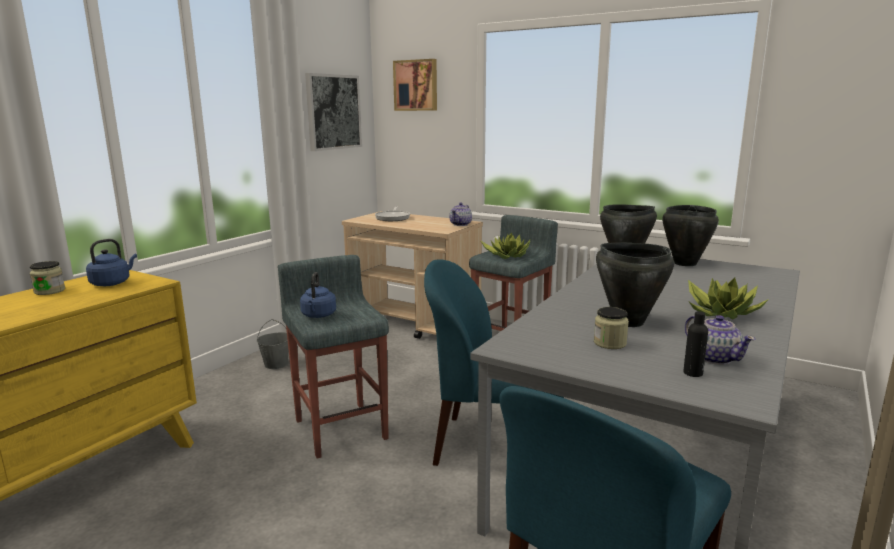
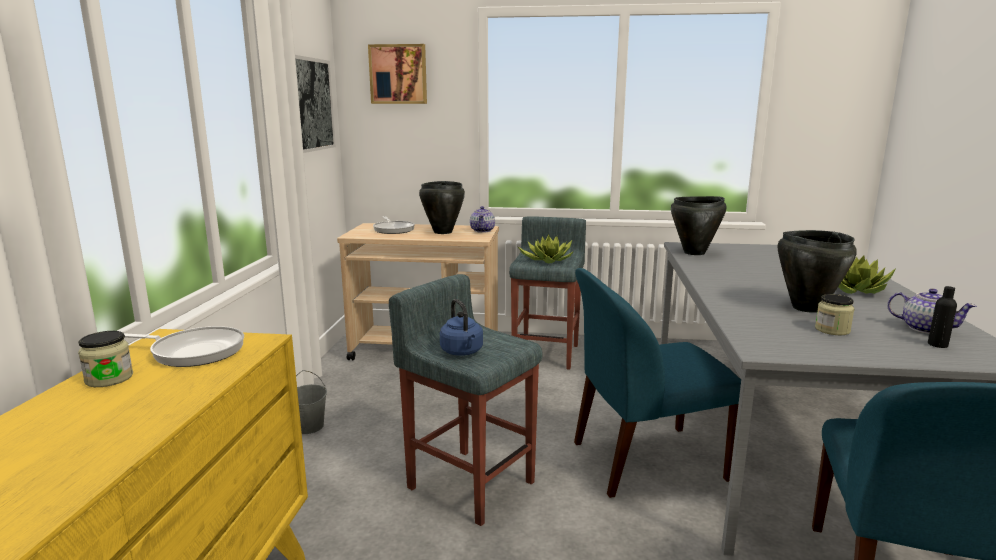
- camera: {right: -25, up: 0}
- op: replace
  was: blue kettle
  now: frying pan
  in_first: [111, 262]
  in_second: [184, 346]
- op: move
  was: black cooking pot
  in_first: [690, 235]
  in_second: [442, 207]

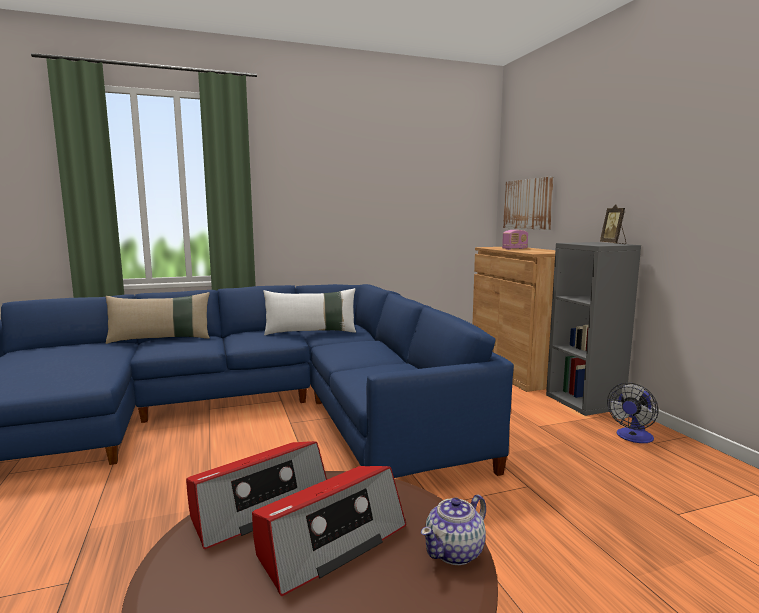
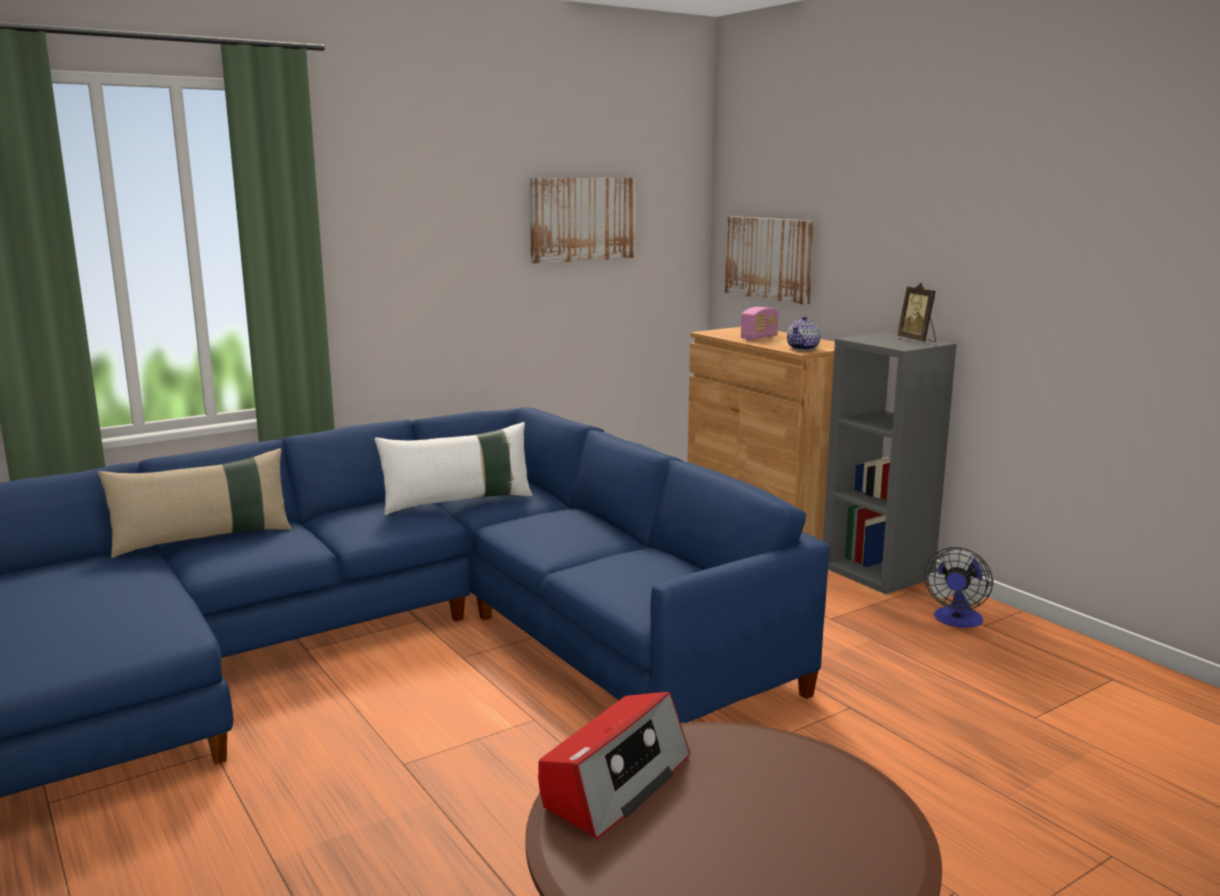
- camera: {right: -15, up: 5}
- op: insert
  now: picture
  in_second: [582, 221]
- op: move
  was: teapot
  in_first: [453, 530]
  in_second: [804, 333]
- op: delete
  was: radio
  in_first: [329, 531]

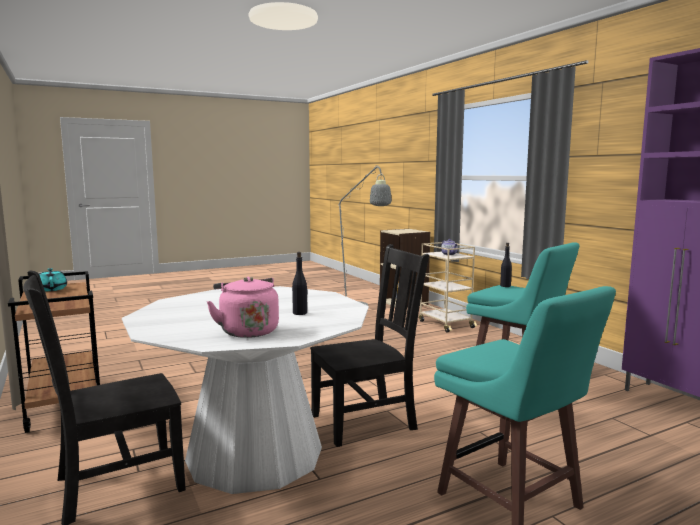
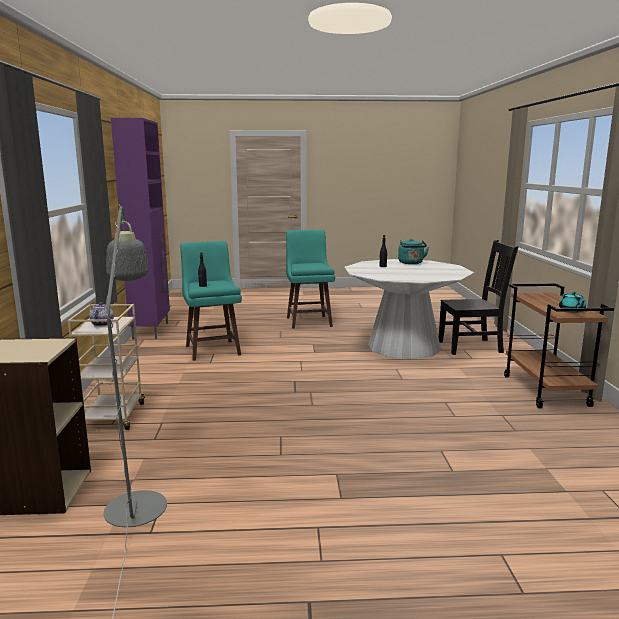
- camera: {right: -155, up: 5}
- op: recolor
  was: pink kettle
  now: turquoise kettle
  in_first: [243, 307]
  in_second: [413, 251]
- op: delete
  was: black chair
  in_first: [369, 345]

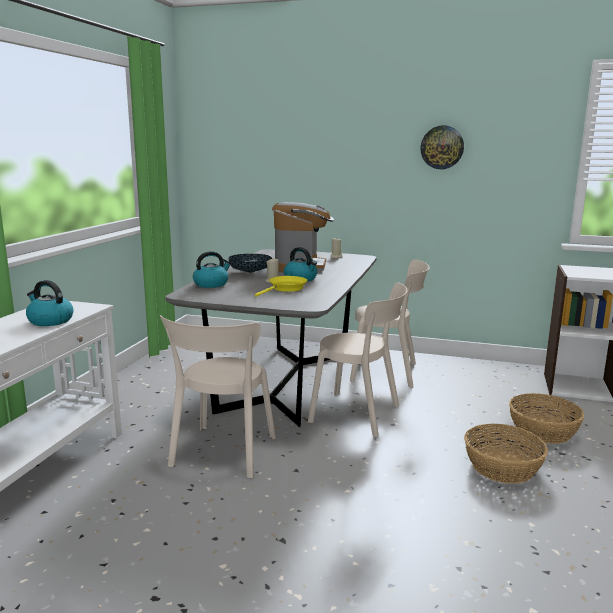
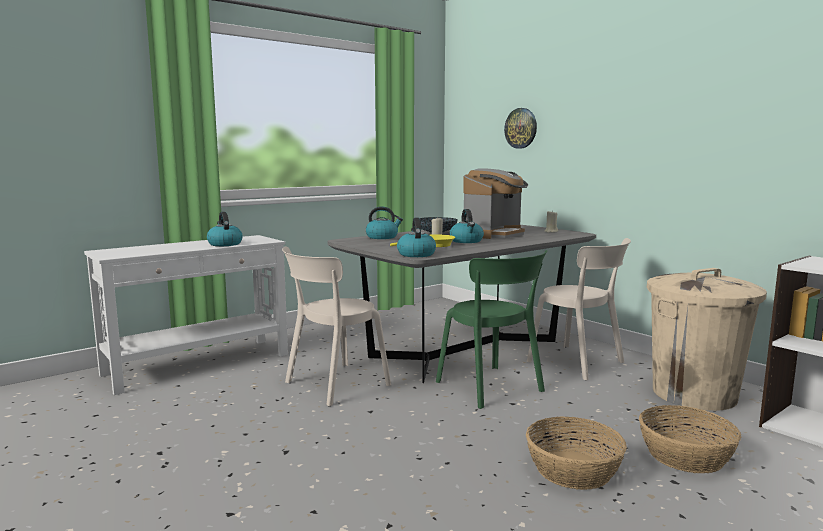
- camera: {right: 35, up: -5}
- op: insert
  now: kettle
  in_second: [416, 237]
- op: recolor
  was: beige chair
  now: green chair
  in_first: [358, 360]
  in_second: [491, 329]
- op: move
  was: wall clock
  in_first: [442, 147]
  in_second: [520, 128]
- op: insert
  now: beige trash can
  in_second: [707, 339]

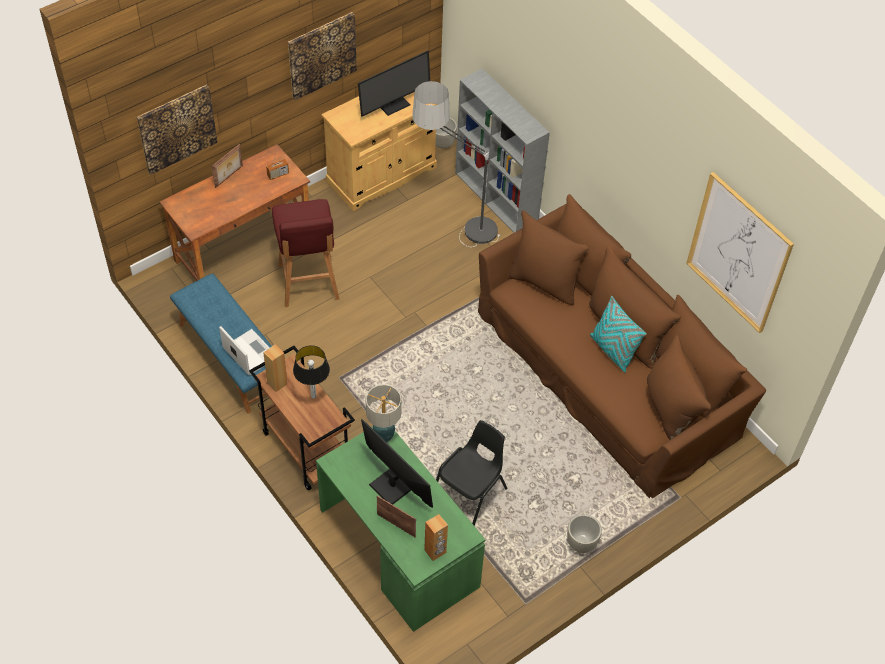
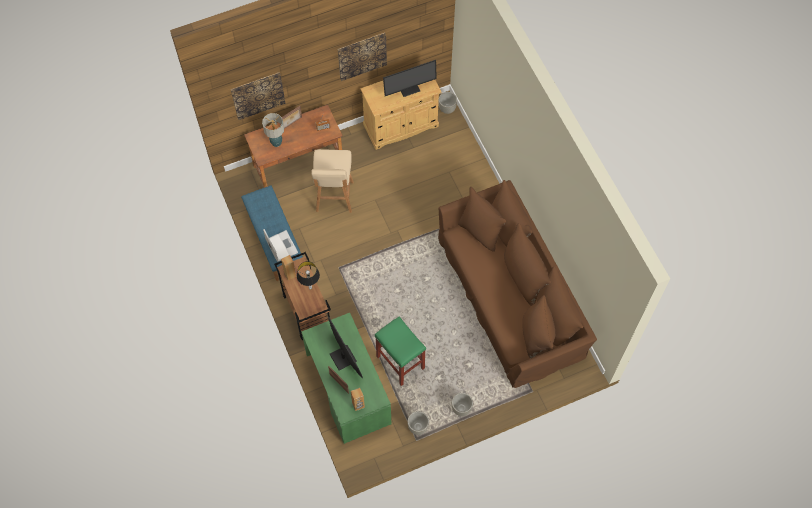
- camera: {right: 15, up: 10}
- op: move
  was: table lamp
  in_first: [384, 413]
  in_second: [273, 130]
- op: recolor
  was: red stool
  now: beige stool
  in_first: [305, 253]
  in_second: [332, 181]
- op: replace
  was: black chair
  now: green stool
  in_first: [472, 473]
  in_second: [400, 351]
- op: insert
  now: grey planter
  in_second: [418, 423]
- op: delete
  was: floor lamp
  in_first: [456, 164]
- op: delete
  was: grey bookcase
  in_first: [502, 151]
- op: delete
  was: turquoise pillow
  in_first: [618, 334]
- op: delete
  was: picture
  in_first: [740, 252]

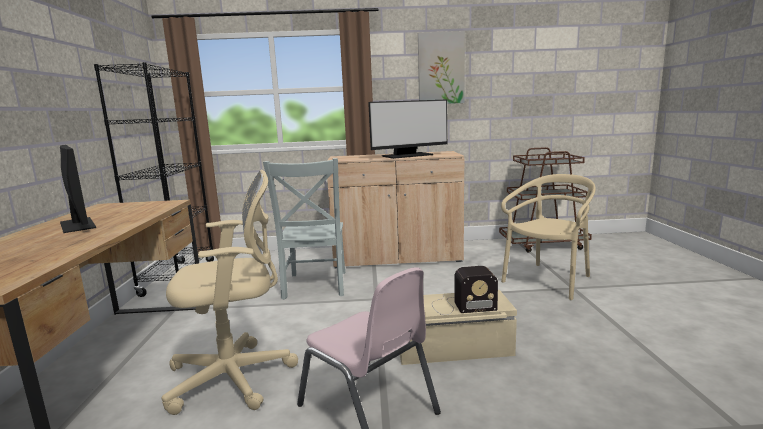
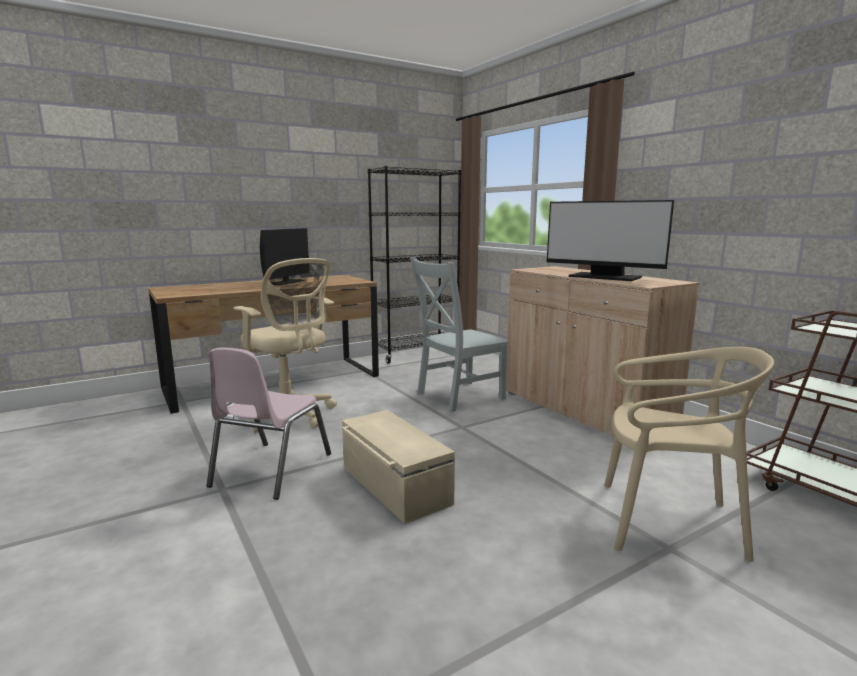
- camera: {right: 60, up: 0}
- op: delete
  was: picture
  in_first: [441, 67]
- op: delete
  was: radio
  in_first: [465, 290]

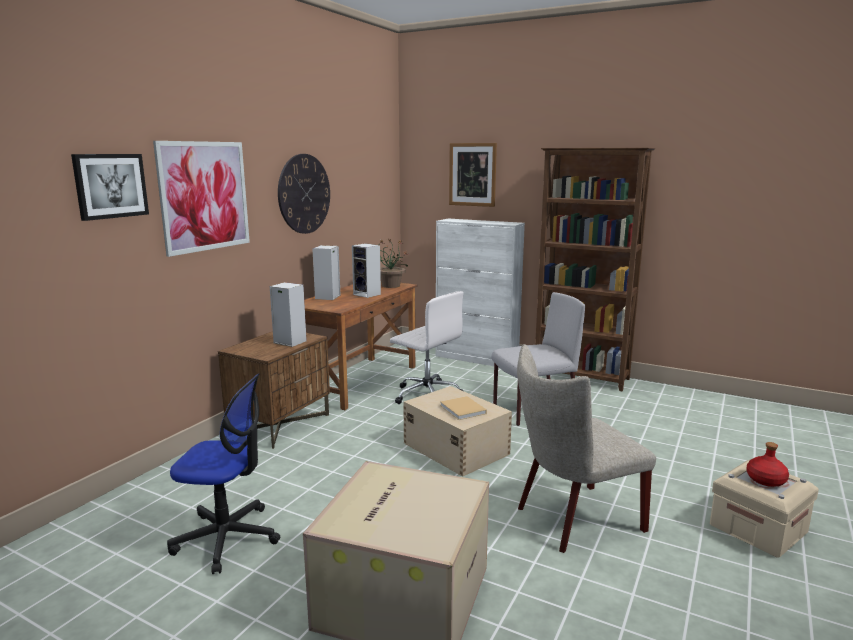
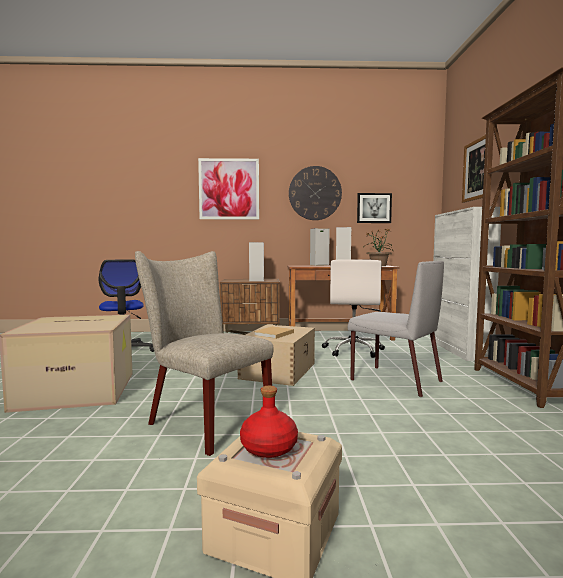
- camera: {right: 60, up: -10}
- op: move
  was: picture
  in_first: [110, 187]
  in_second: [374, 208]

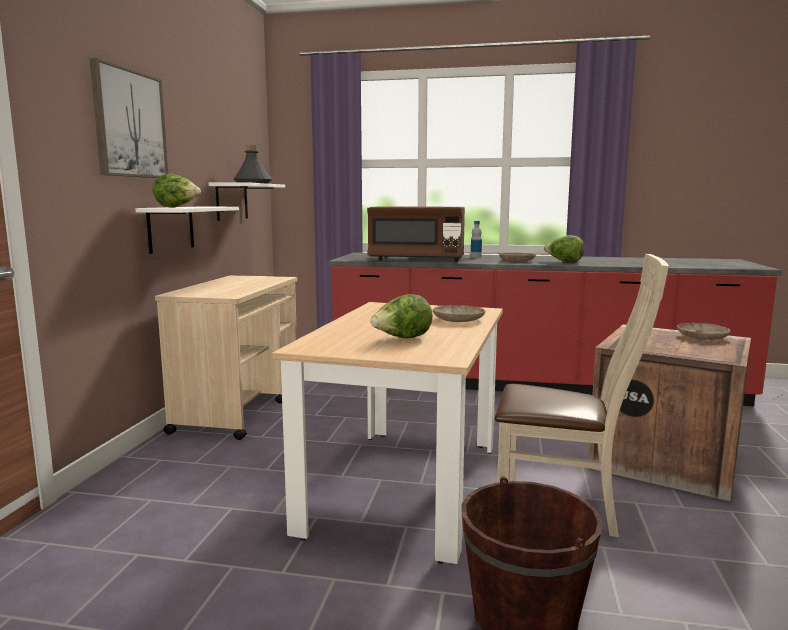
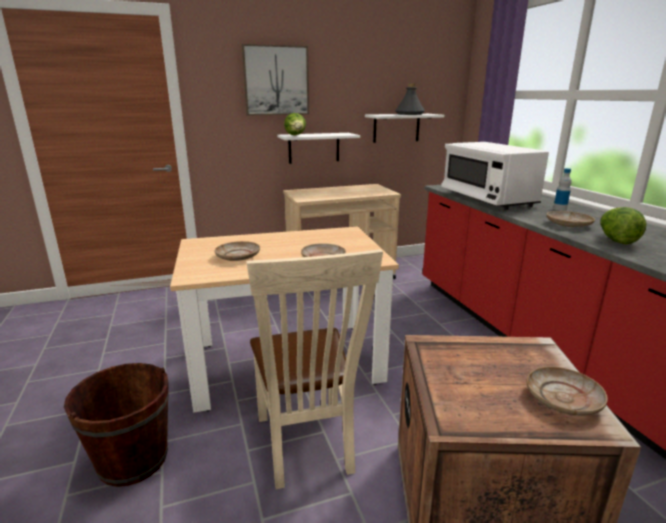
- camera: {right: 60, up: 10}
- op: replace
  was: lettuce
  now: beige plate
  in_first: [401, 316]
  in_second: [237, 251]
- op: recolor
  was: brown microwave
  now: white microwave
  in_first: [416, 234]
  in_second: [495, 176]

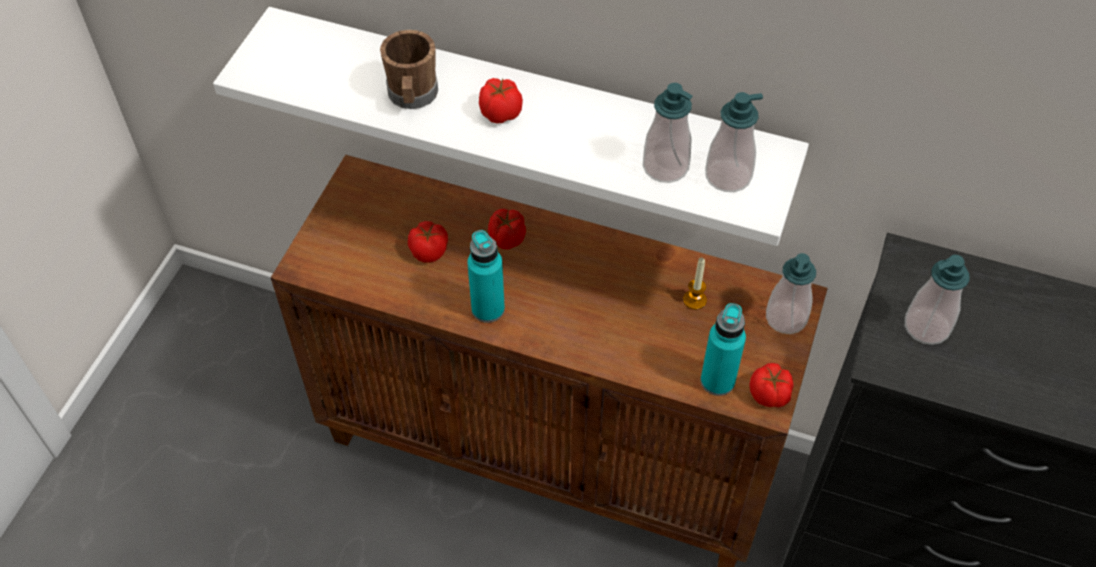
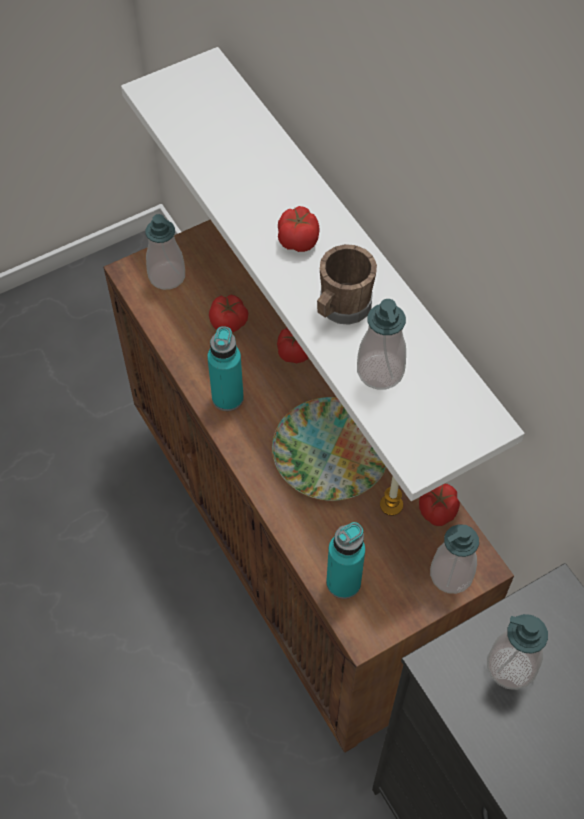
- camera: {right: 40, up: 5}
- op: move
  was: soap dispenser
  in_first: [734, 142]
  in_second: [165, 252]
- op: insert
  now: plate
  in_second: [329, 449]
- op: move
  was: brown mug
  in_first: [409, 69]
  in_second: [347, 284]
- op: move
  was: tomato
  in_first: [771, 385]
  in_second: [439, 505]

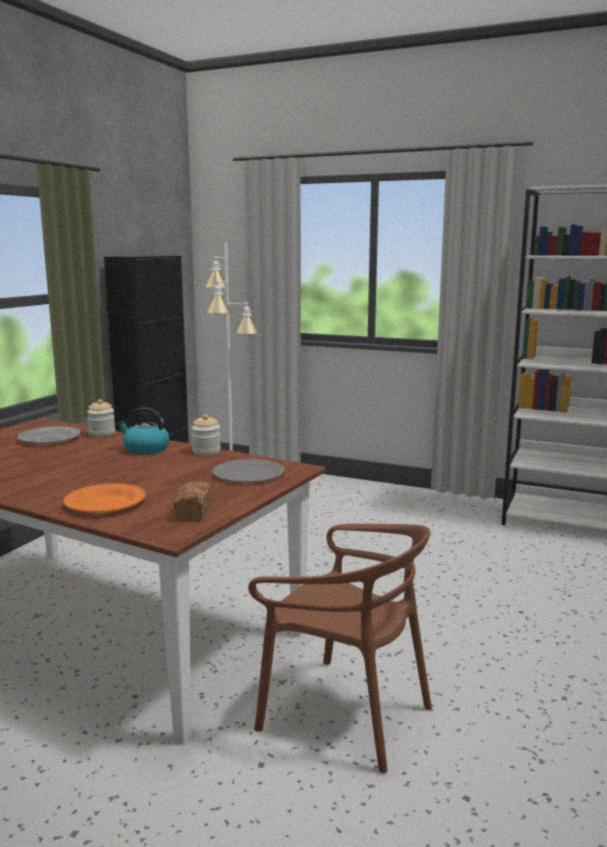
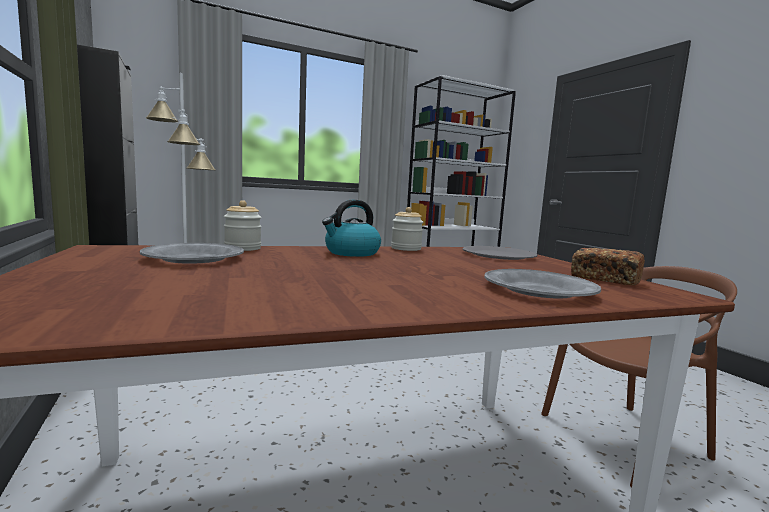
- camera: {right: -50, up: -5}
- op: recolor
  was: orange plate
  now: grey plate
  in_first: [104, 497]
  in_second: [542, 284]

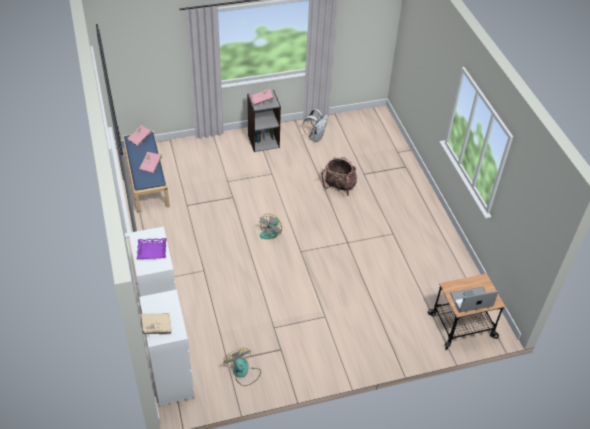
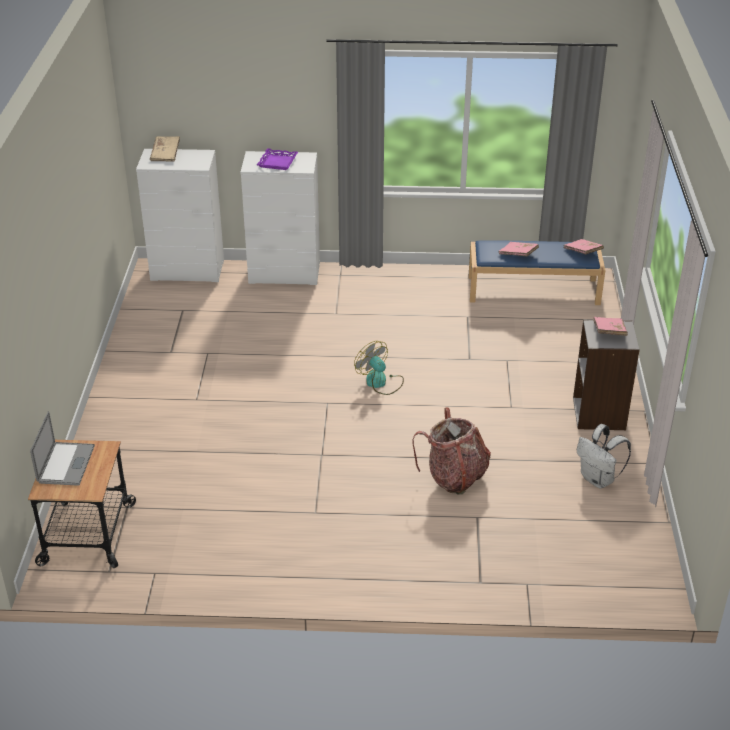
- camera: {right: 110, up: -10}
- op: delete
  was: fan
  in_first: [242, 367]

